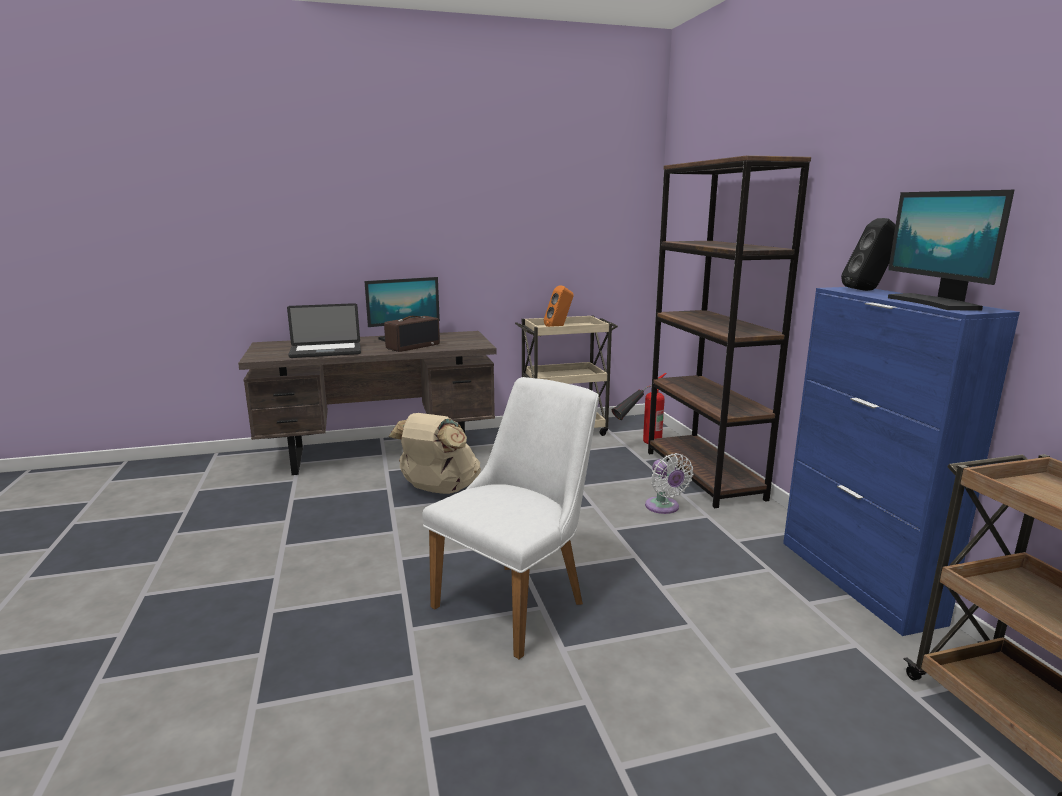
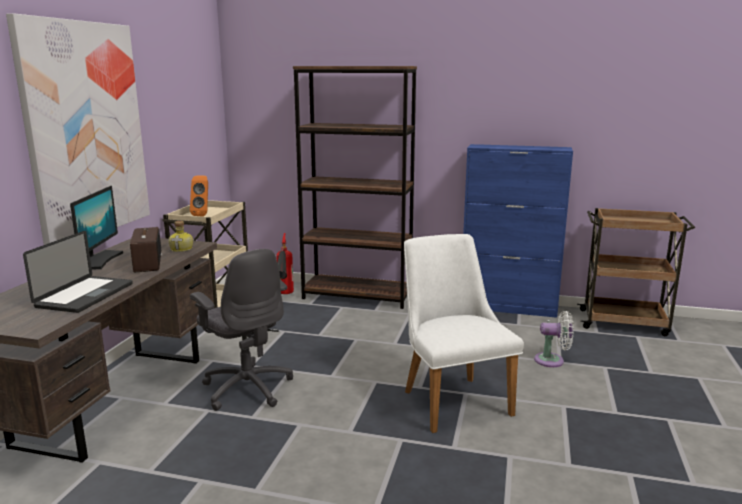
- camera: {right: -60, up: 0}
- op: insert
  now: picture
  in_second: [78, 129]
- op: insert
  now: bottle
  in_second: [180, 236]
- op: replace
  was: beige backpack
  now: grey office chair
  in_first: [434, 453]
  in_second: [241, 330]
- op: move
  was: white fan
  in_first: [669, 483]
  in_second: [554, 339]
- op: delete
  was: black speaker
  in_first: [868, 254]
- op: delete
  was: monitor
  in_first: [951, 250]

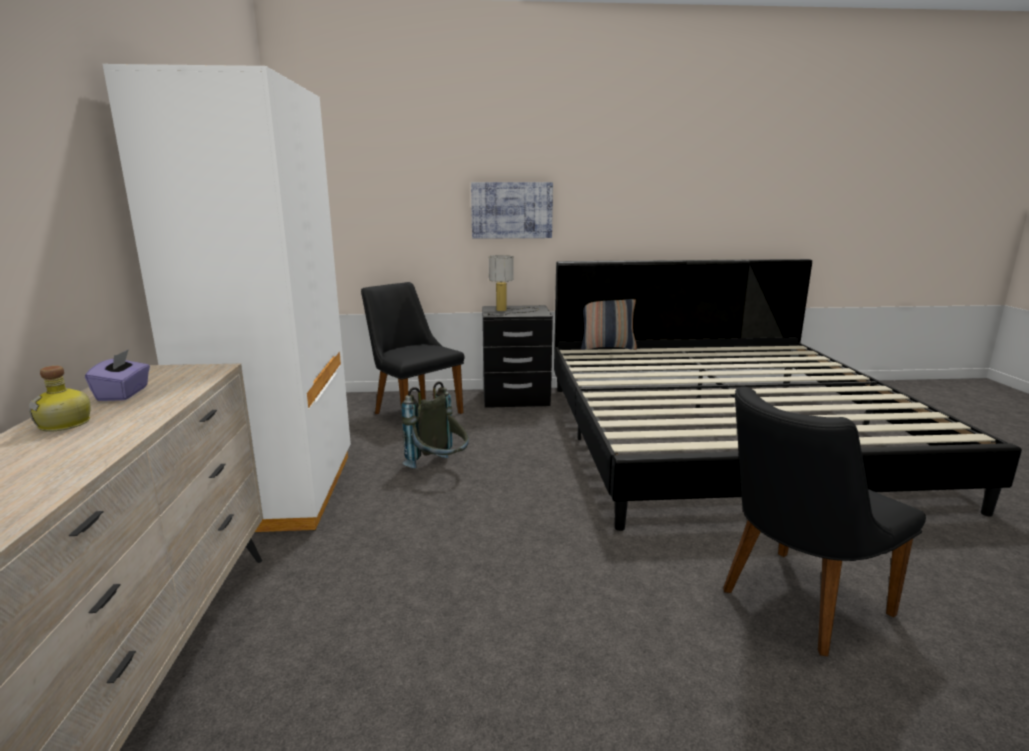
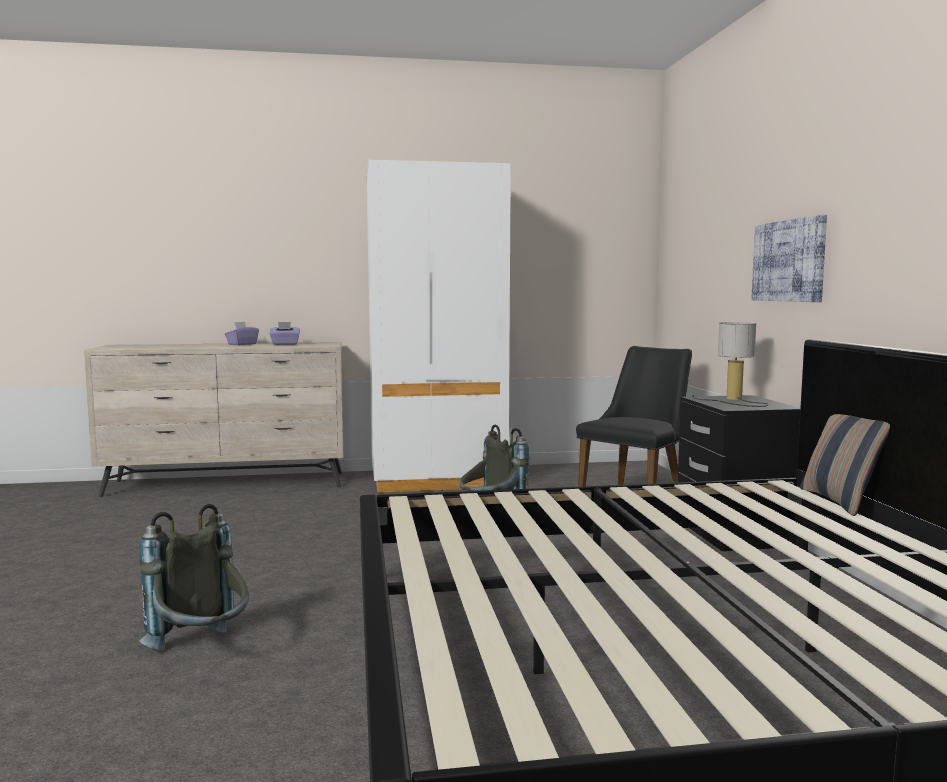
- camera: {right: 85, up: -10}
- op: replace
  was: black chair
  now: grey backpack
  in_first: [824, 521]
  in_second: [194, 577]
- op: replace
  was: bottle
  now: purple tissue box
  in_first: [59, 399]
  in_second: [242, 333]

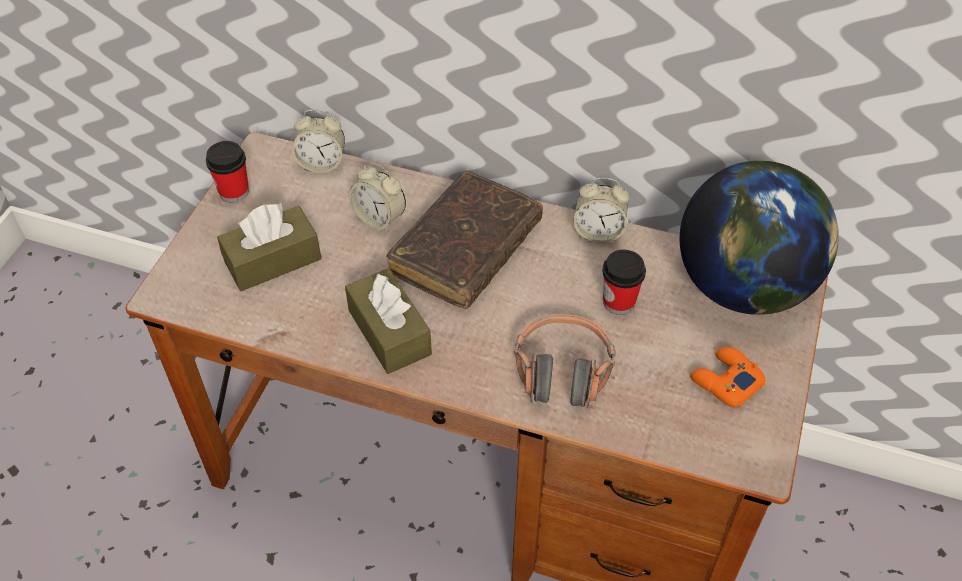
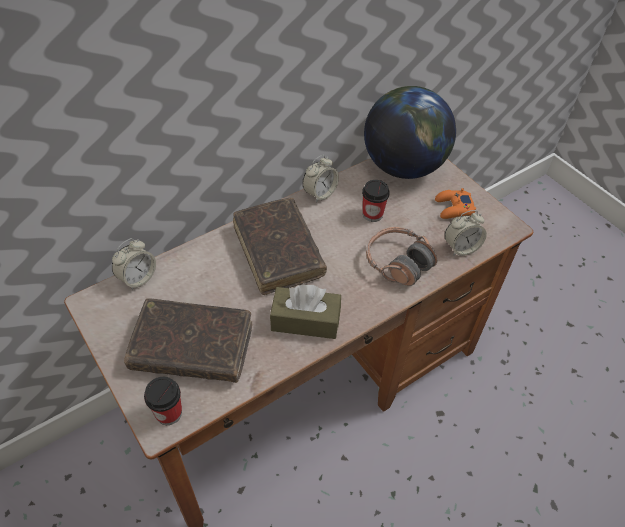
- camera: {right: -55, up: 0}
- op: replace
  was: brown tissue box
  now: brown book
  in_first: [269, 247]
  in_second: [188, 341]
- op: move
  was: cup
  in_first: [227, 172]
  in_second: [163, 401]
- op: move
  was: alarm clock
  in_first: [377, 198]
  in_second: [466, 233]

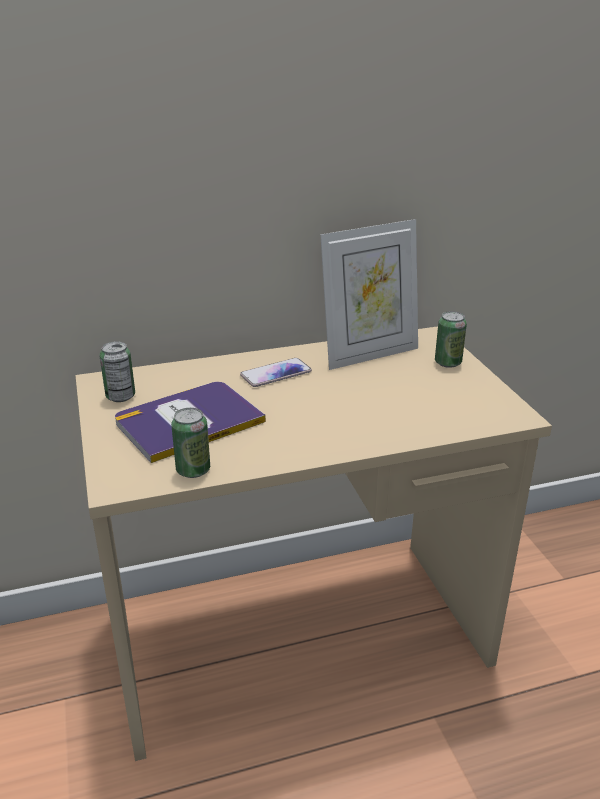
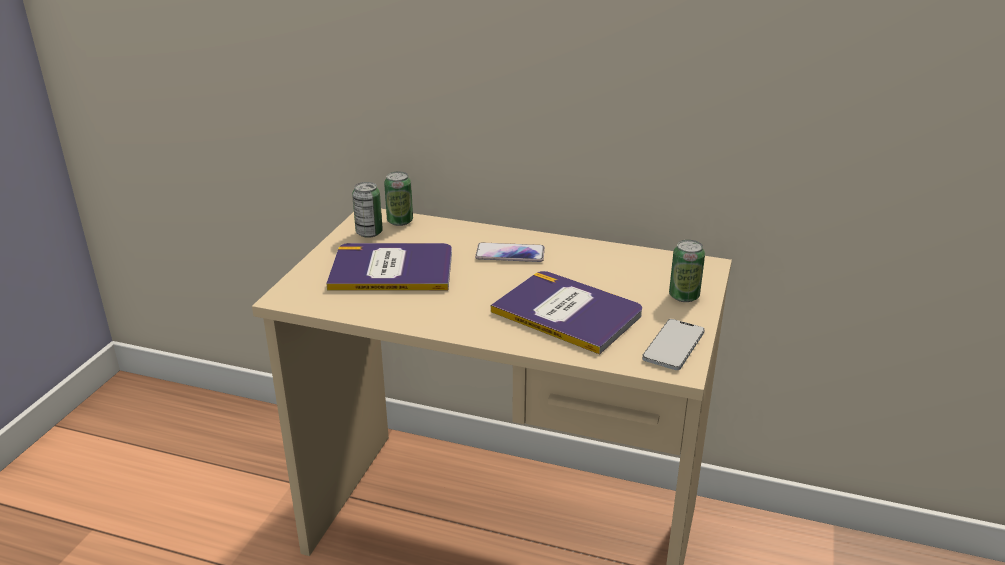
- camera: {right: 35, up: 0}
- op: move
  was: can
  in_first: [190, 443]
  in_second: [398, 198]
- op: insert
  now: book
  in_second: [566, 312]
- op: insert
  now: phone
  in_second: [673, 344]
- op: delete
  was: picture frame
  in_first: [369, 294]

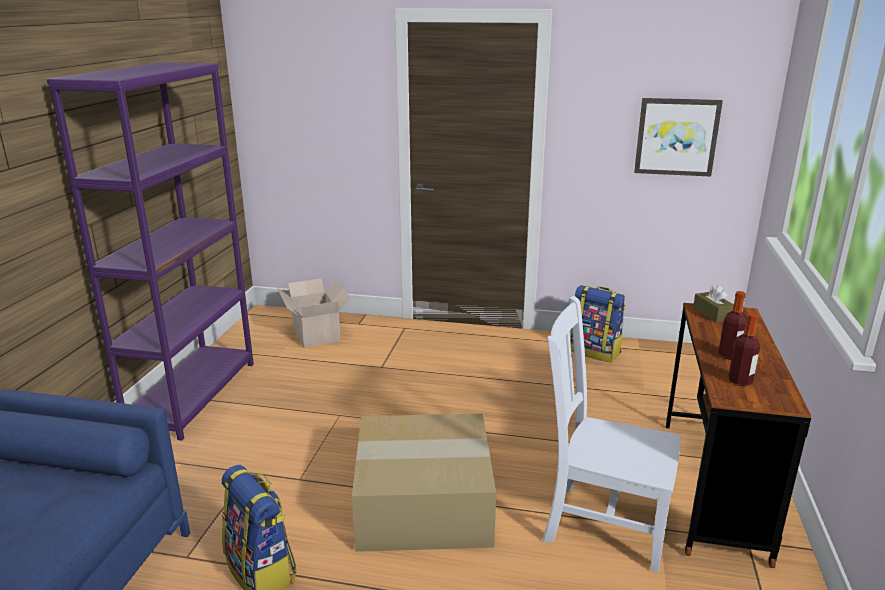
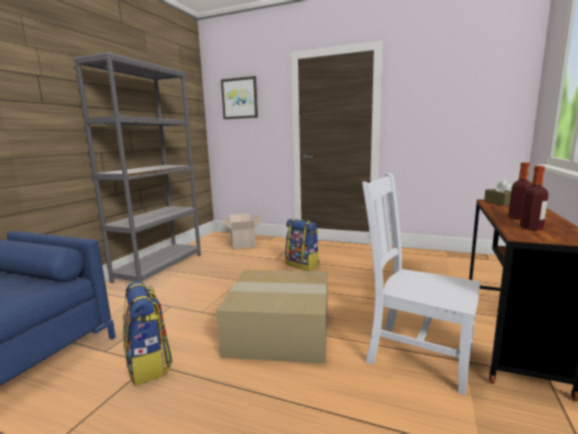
- camera: {right: 10, up: -10}
- op: recolor
  was: purple bookcase
  now: grey bookcase
  in_first: [150, 251]
  in_second: [137, 167]
- op: move
  was: picture
  in_first: [678, 137]
  in_second: [239, 97]
- op: move
  was: backpack
  in_first: [597, 323]
  in_second: [302, 245]

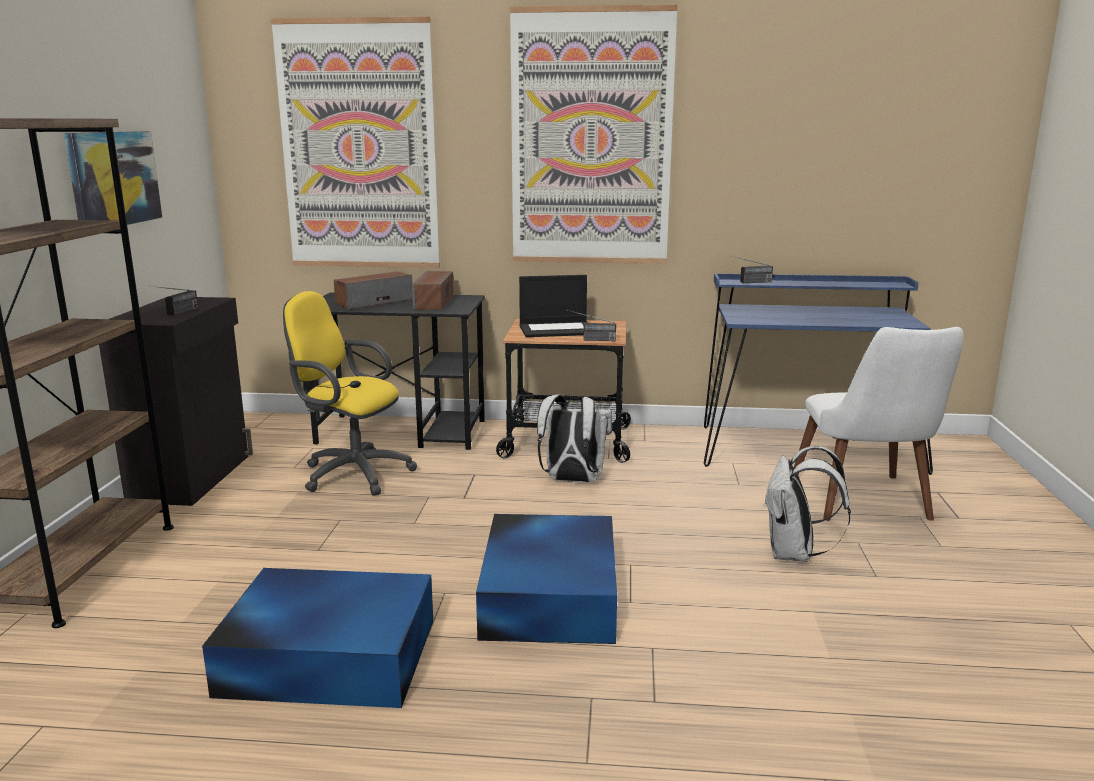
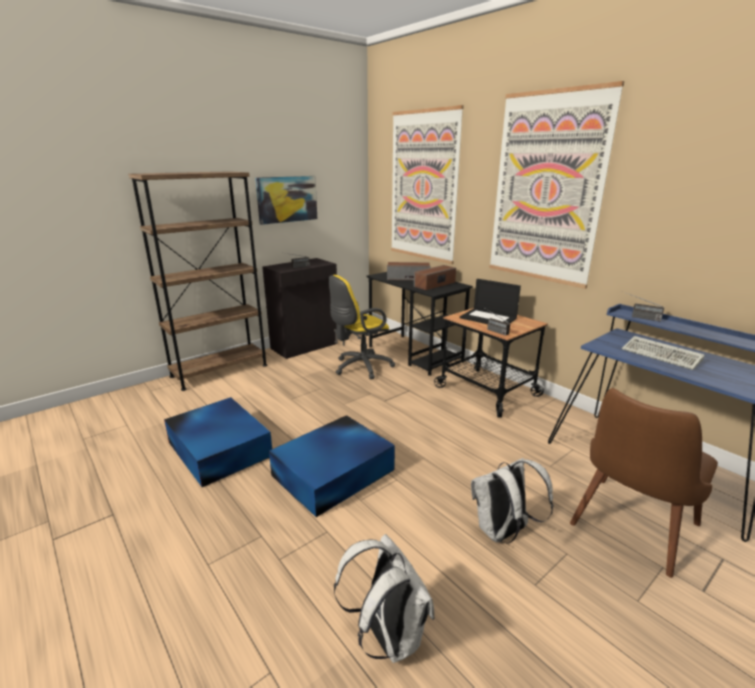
- camera: {right: 45, up: 5}
- op: rotate
  was: yellow office chair
  in_first: [350, 393]
  in_second: [362, 327]
  clockwise: -105
- op: move
  was: white backpack
  in_first: [574, 438]
  in_second: [384, 598]
- op: recolor
  was: white chair
  now: brown chair
  in_first: [878, 424]
  in_second: [644, 483]
- op: insert
  now: keyboard
  in_second: [663, 353]

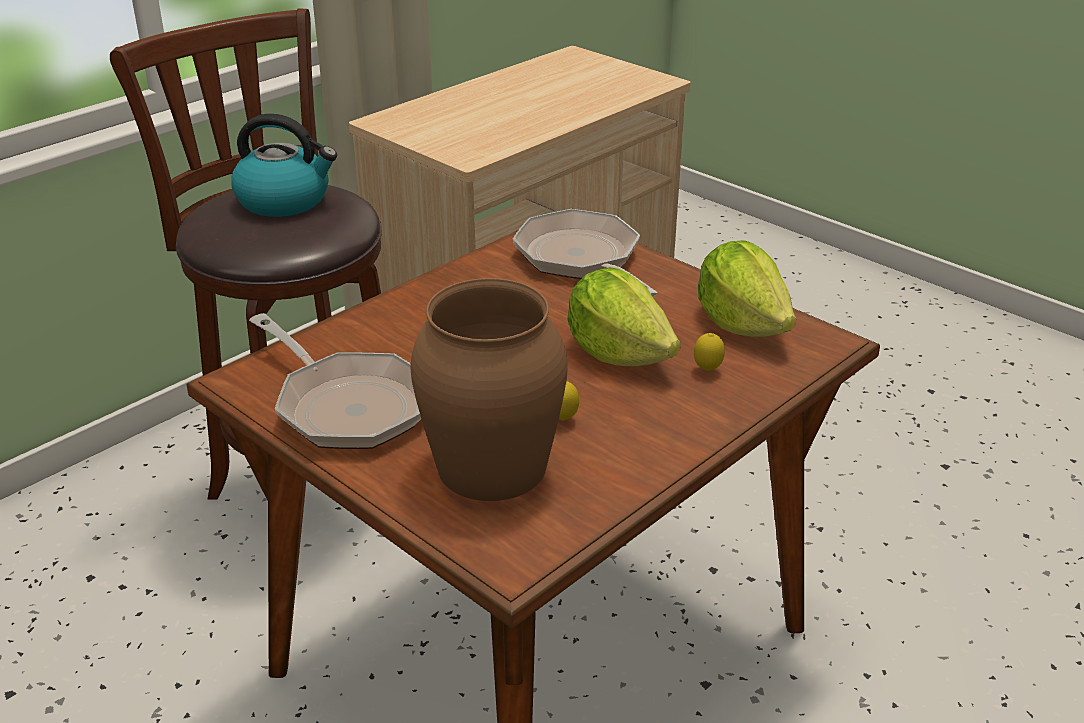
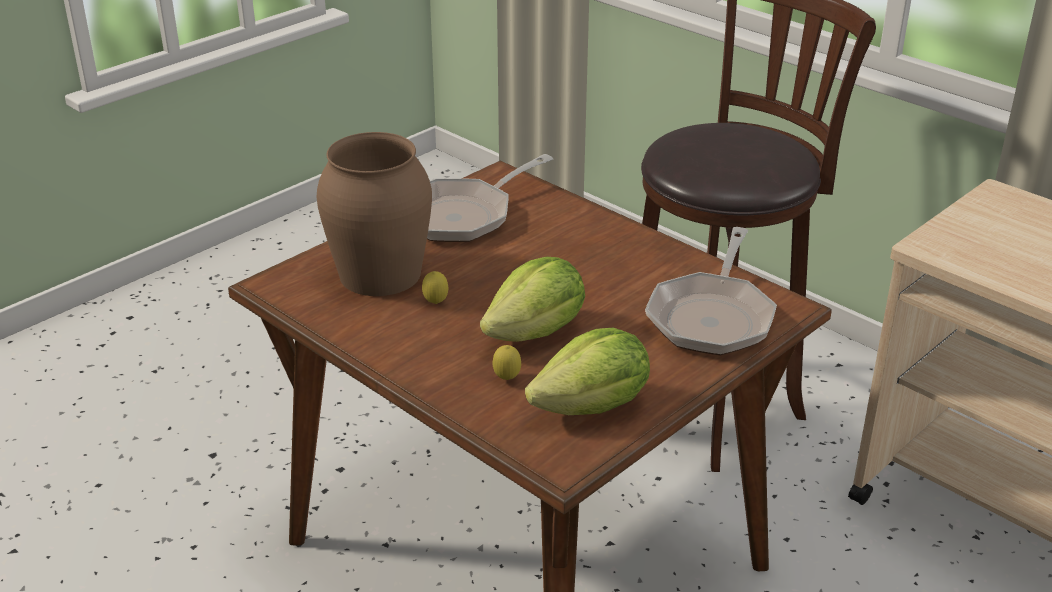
- camera: {right: 90, up: 0}
- op: rotate
  was: frying pan
  in_first: [585, 252]
  in_second: [711, 291]
  clockwise: 135
- op: delete
  was: kettle
  in_first: [284, 165]

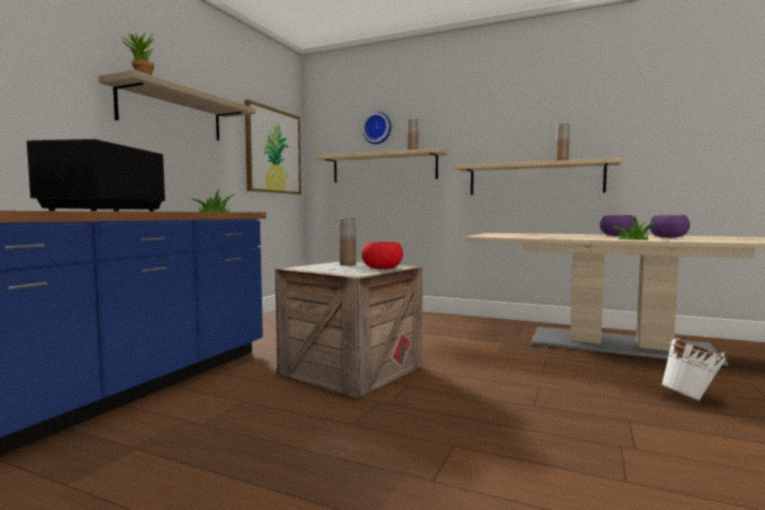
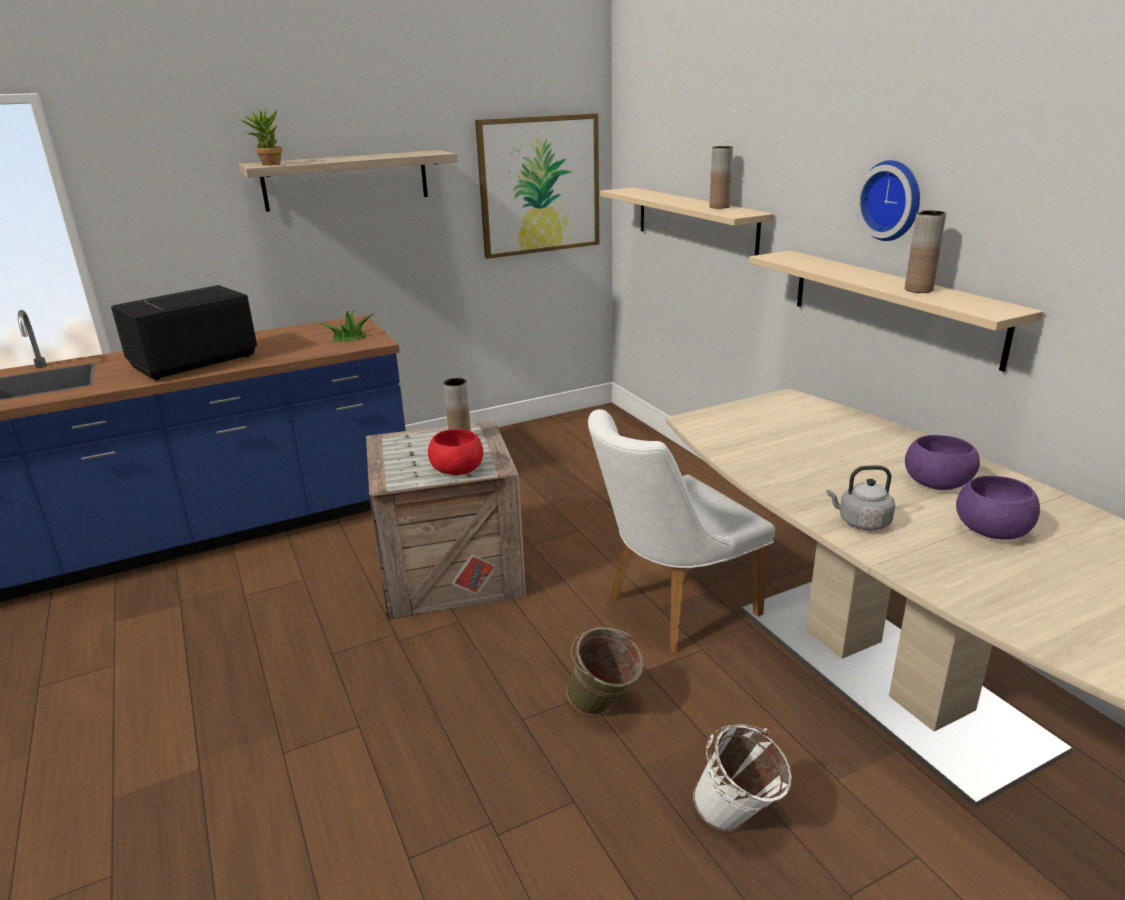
- camera: {right: 40, up: 20}
- op: insert
  now: green bucket
  in_second: [605, 671]
- op: insert
  now: white chair
  in_second: [681, 531]
- op: replace
  was: potted plant
  now: grey kettle
  in_first: [636, 228]
  in_second: [861, 498]
- op: move
  was: wall clock
  in_first: [376, 127]
  in_second: [888, 200]

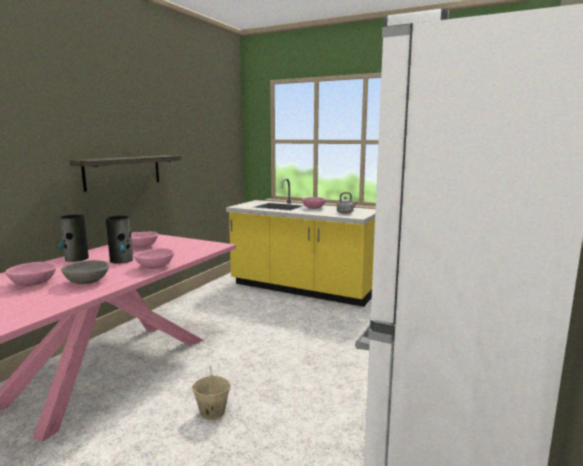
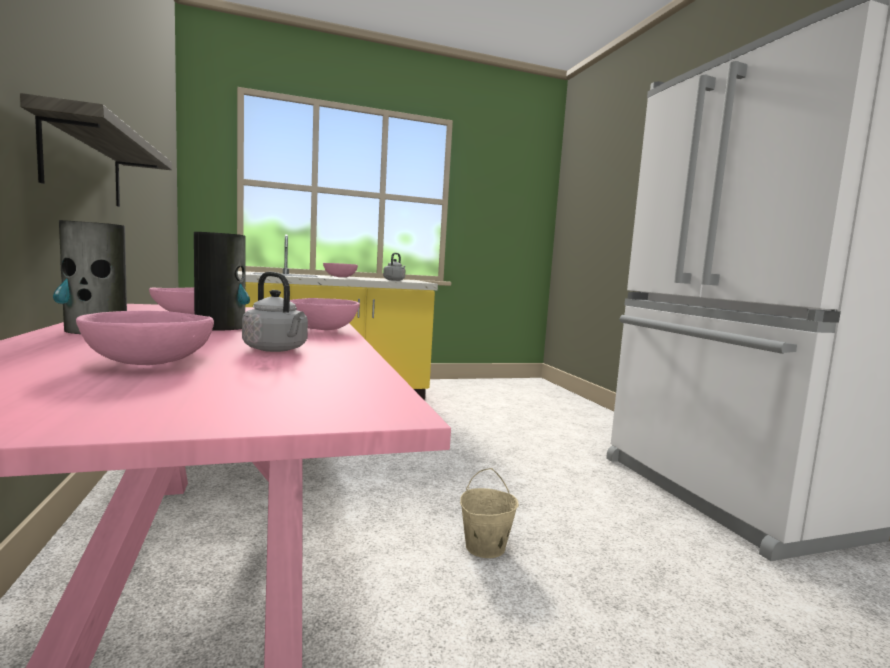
- camera: {right: -45, up: -5}
- op: replace
  was: grey bowl
  now: grey kettle
  in_first: [85, 272]
  in_second: [275, 312]

